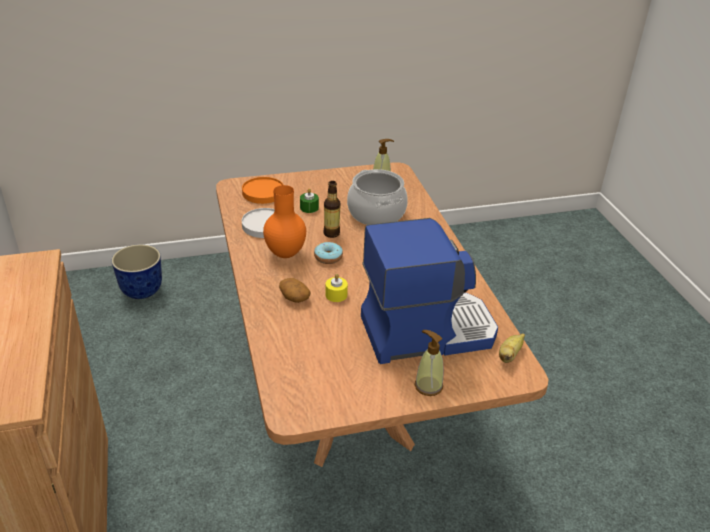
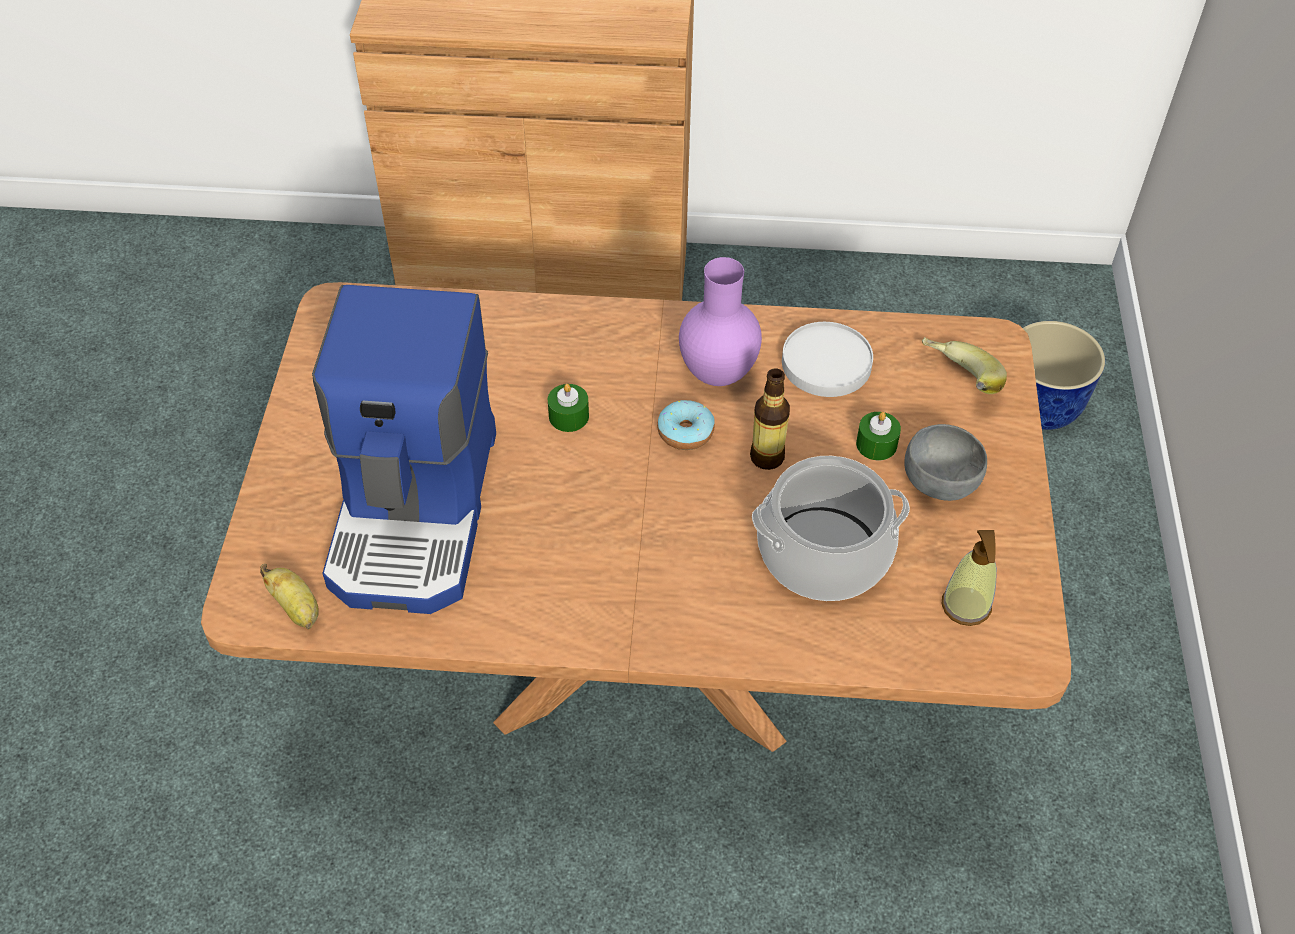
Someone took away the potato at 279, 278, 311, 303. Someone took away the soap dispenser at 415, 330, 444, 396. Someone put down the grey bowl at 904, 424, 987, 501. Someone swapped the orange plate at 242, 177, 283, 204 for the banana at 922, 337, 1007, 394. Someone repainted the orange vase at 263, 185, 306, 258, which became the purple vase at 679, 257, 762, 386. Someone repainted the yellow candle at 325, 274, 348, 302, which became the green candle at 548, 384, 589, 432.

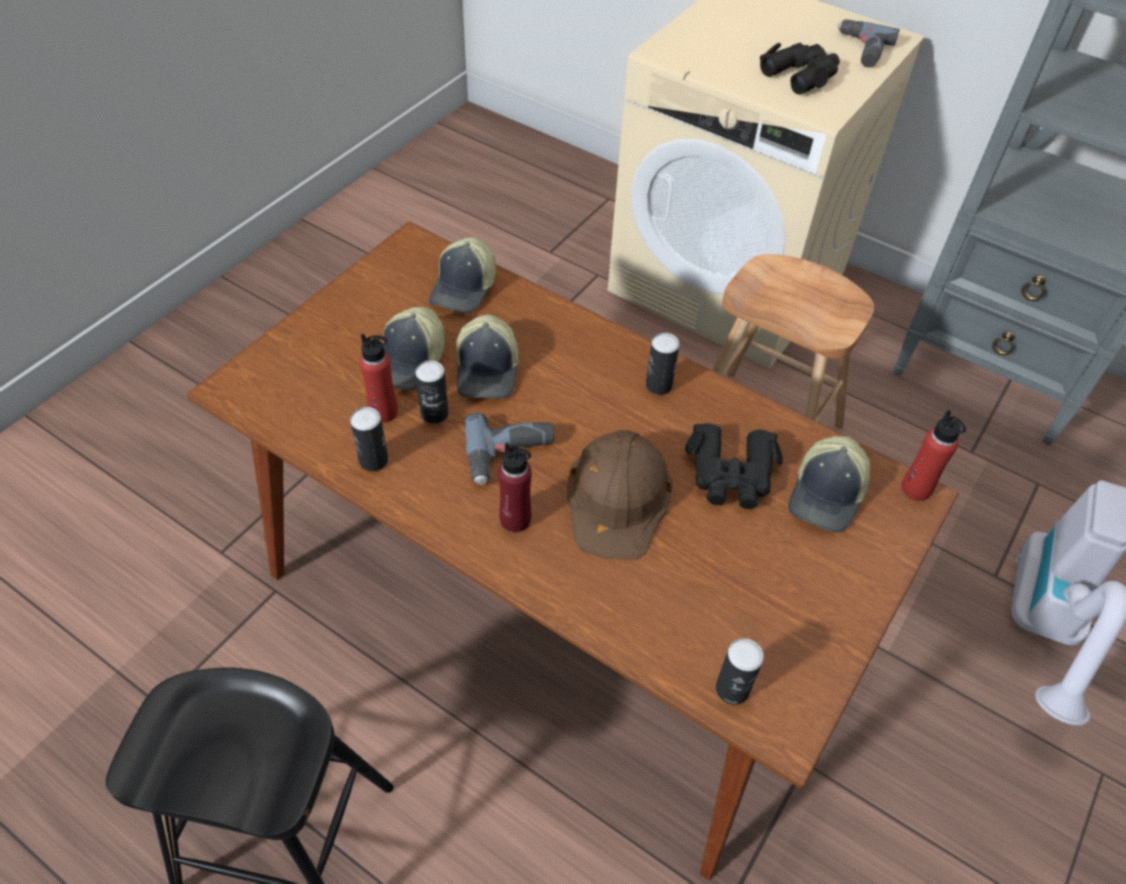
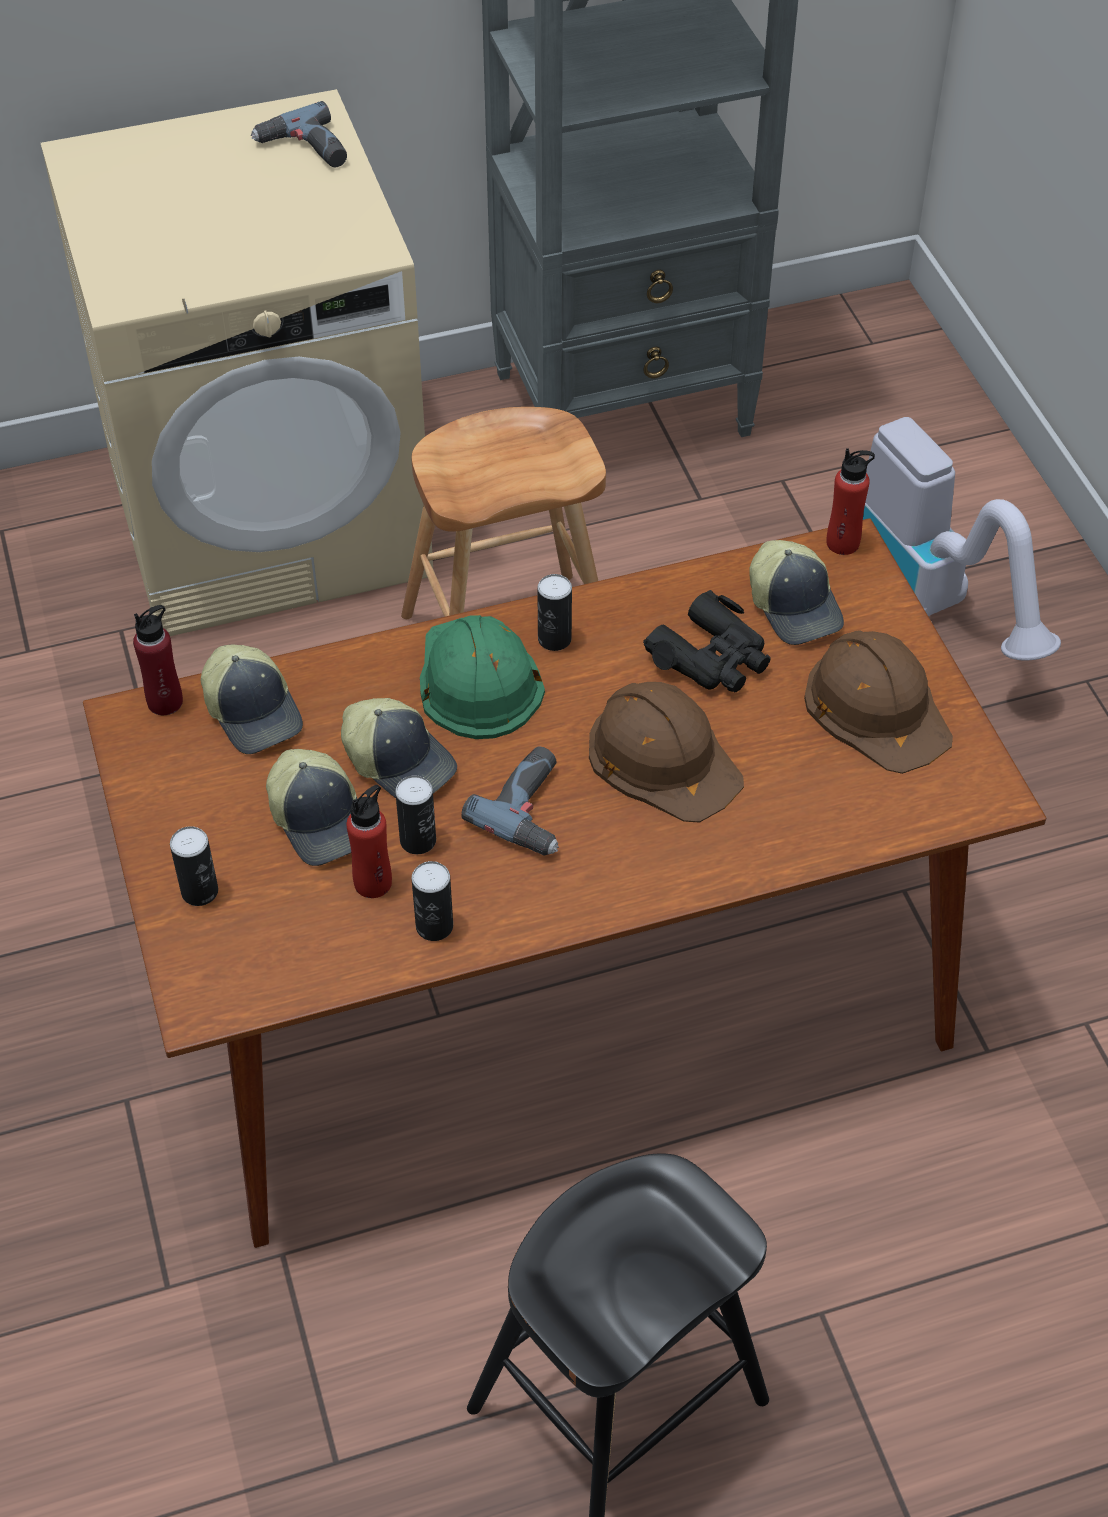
Someone took away the black binoculars at 760, 43, 840, 95. Someone put down the green hard hat at 420, 615, 545, 739. Someone put down the brown hard hat at 804, 630, 953, 774. Someone carried the red bottle from 498, 443, 532, 532 to 133, 605, 183, 715. Someone carried the can from 716, 638, 764, 705 to 170, 826, 218, 906.

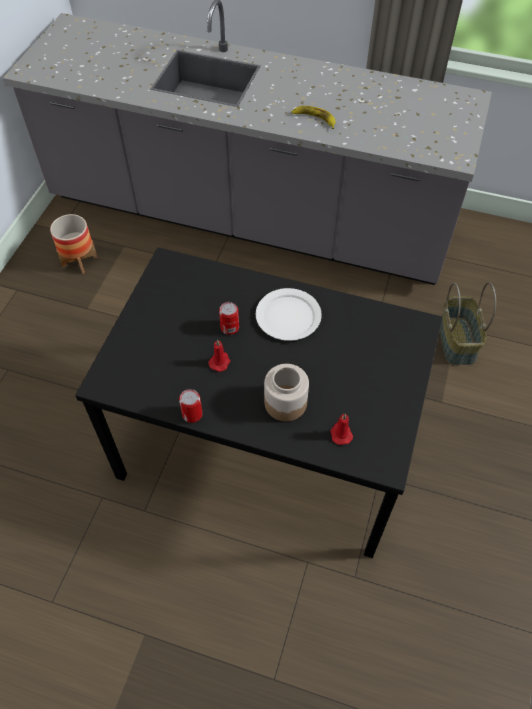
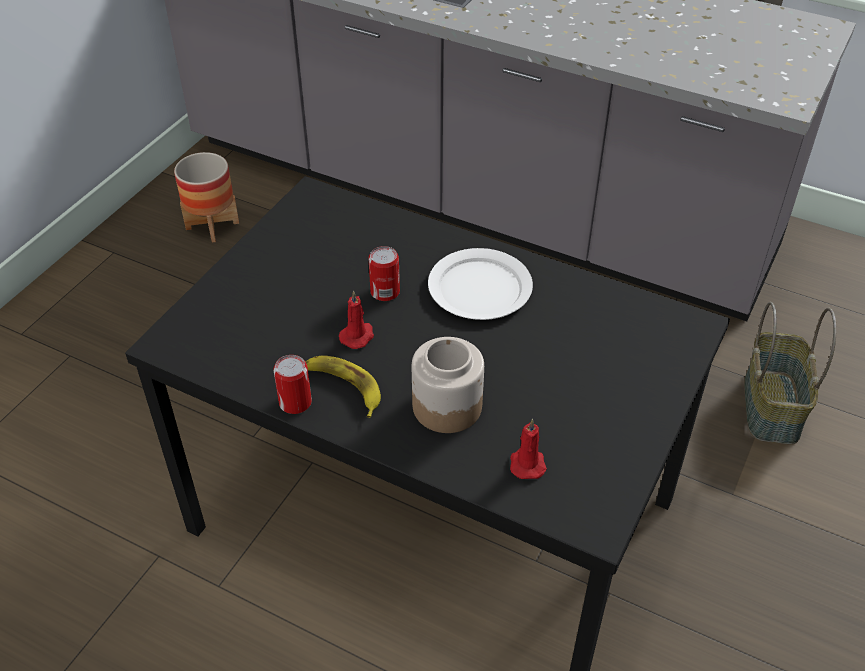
Someone carried the banana from 291, 106, 336, 129 to 305, 355, 381, 418.

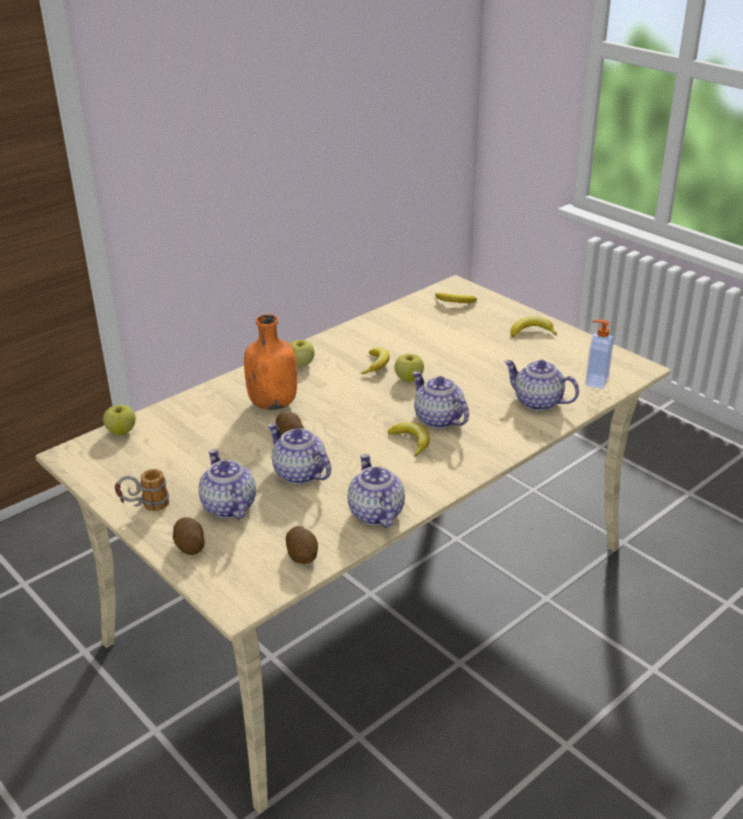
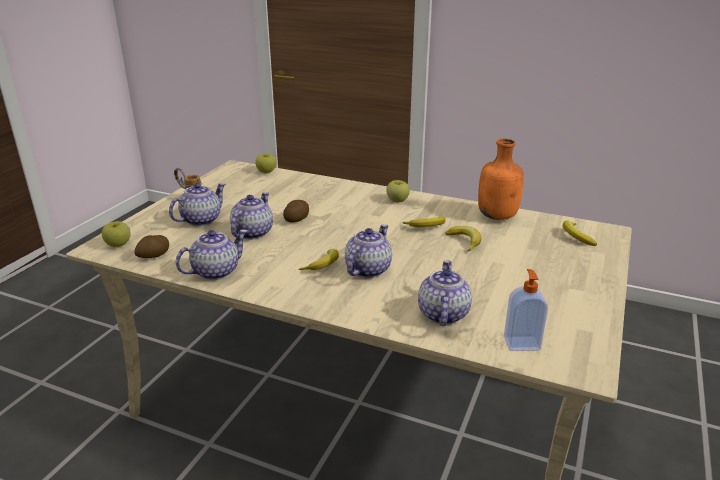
Someone took away the potato at 173, 517, 205, 555. Someone carried the orange bottle from 244, 314, 297, 410 to 478, 139, 524, 220. Someone carried the apple from 395, 354, 424, 382 to 102, 221, 131, 247. Someone carried the banana from 510, 316, 557, 337 to 446, 226, 481, 252.

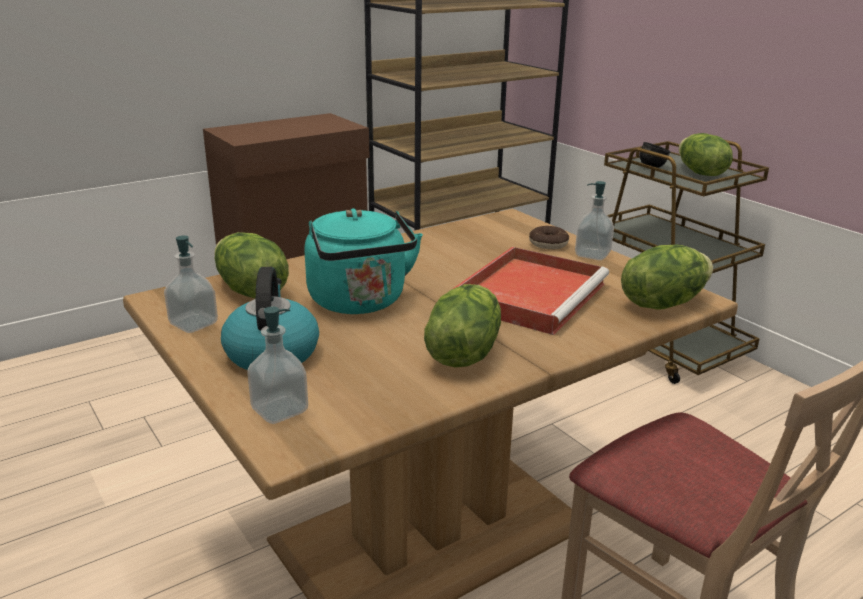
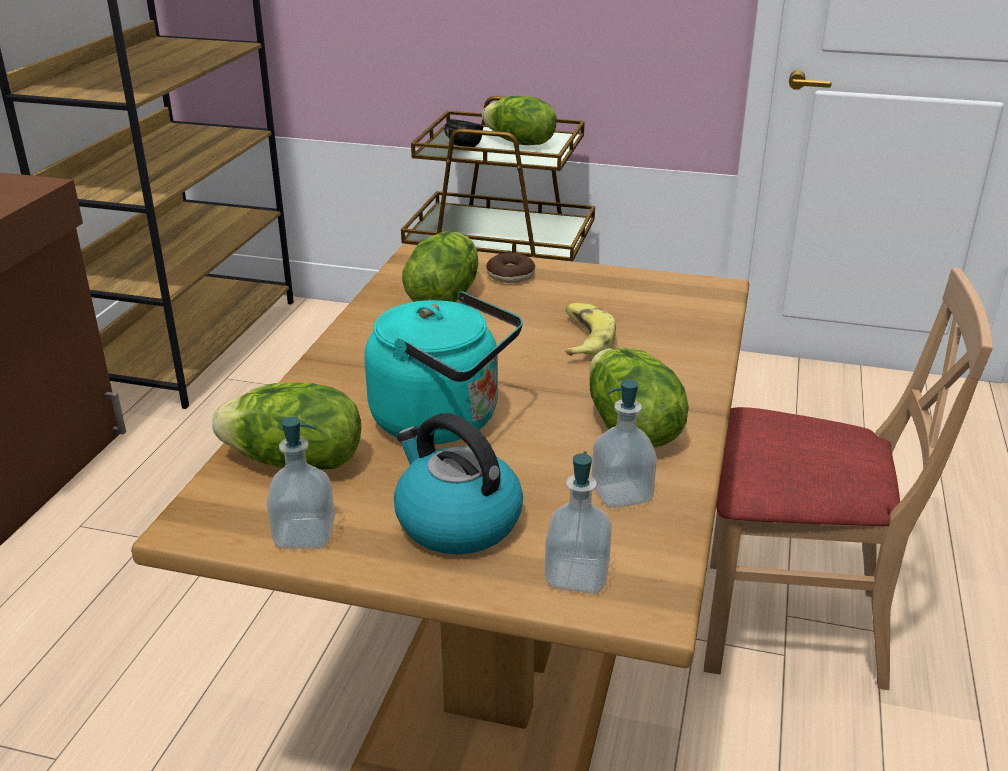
Someone carried the soap dispenser from 575, 181, 614, 260 to 592, 380, 657, 508. Someone carried the lettuce from 621, 245, 713, 310 to 402, 232, 478, 302. Someone swapped the red tray at 453, 247, 609, 335 for the banana at 565, 303, 616, 356.

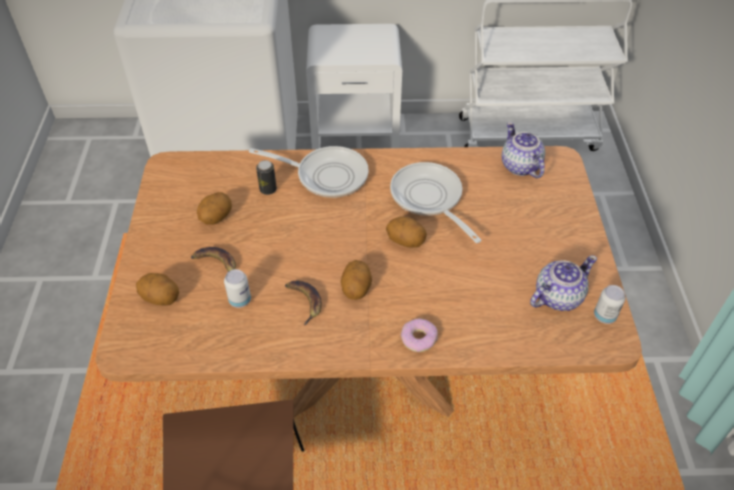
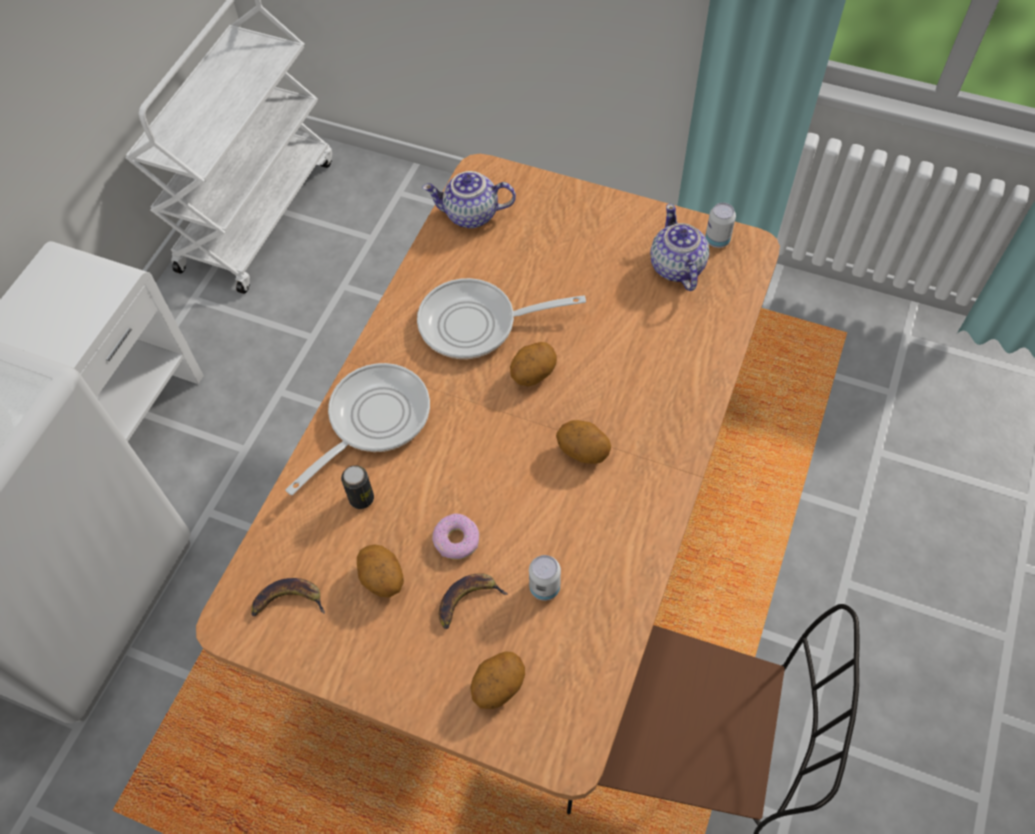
Someone carried the banana from 285, 281, 322, 325 to 251, 578, 325, 616. Someone carried the donut from 401, 319, 438, 352 to 432, 513, 479, 560.

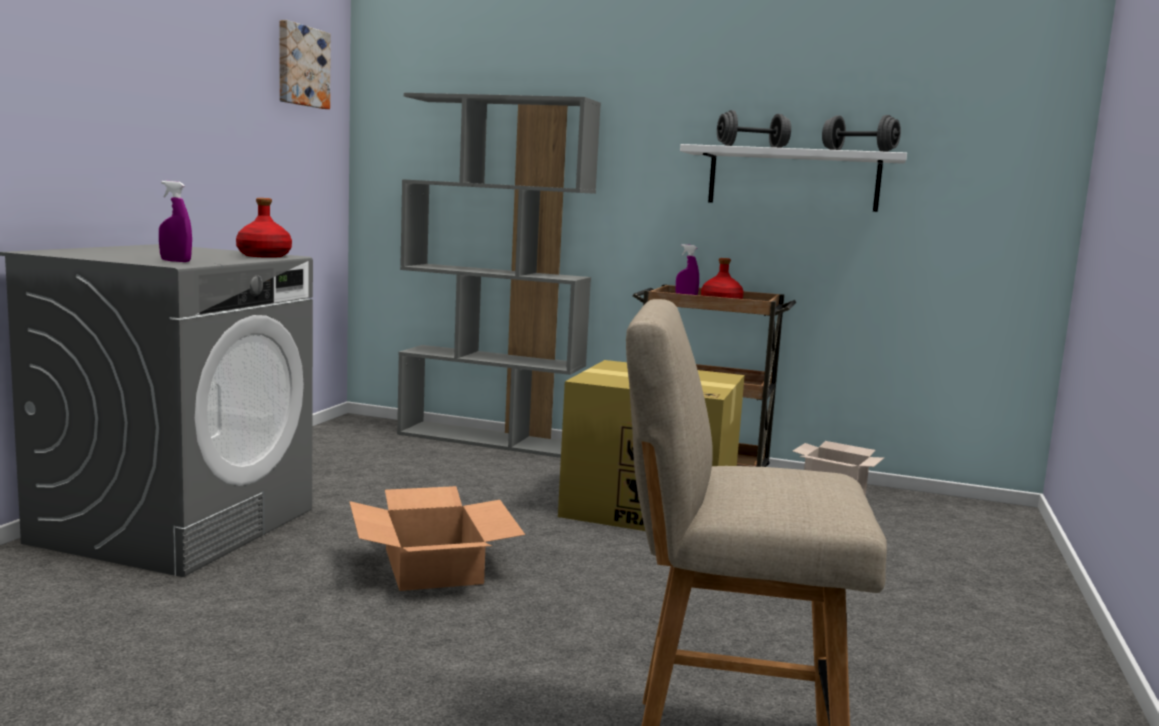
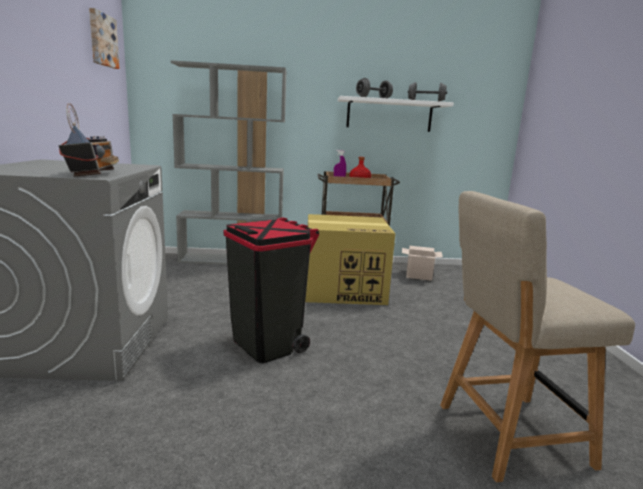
Someone took away the red bottle at 236, 198, 292, 258. Someone swapped the purple spray bottle at 159, 181, 192, 262 for the radio at 59, 103, 119, 176. Someone swapped the cardboard box at 349, 486, 525, 591 for the black trash can at 223, 217, 319, 363.

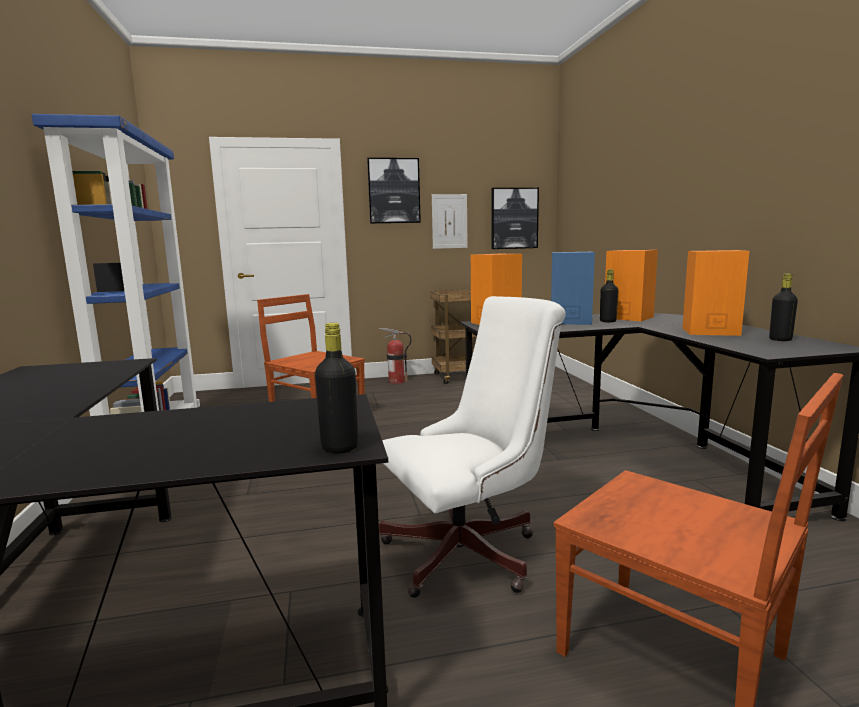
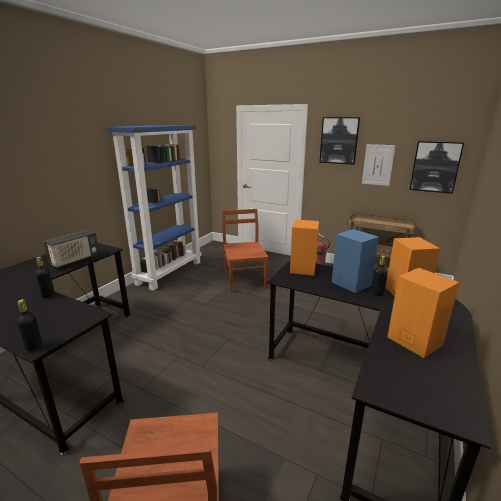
Someone took away the white office chair at 379, 296, 566, 598. Someone put down the radio at 44, 230, 99, 268. Someone carried the black bottle from 769, 274, 798, 341 to 35, 257, 55, 298.

